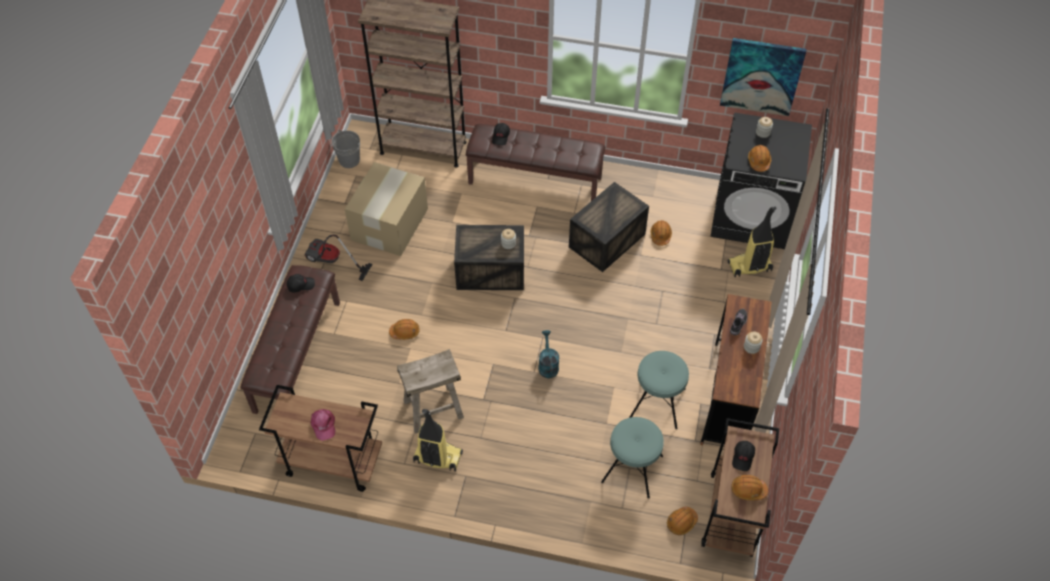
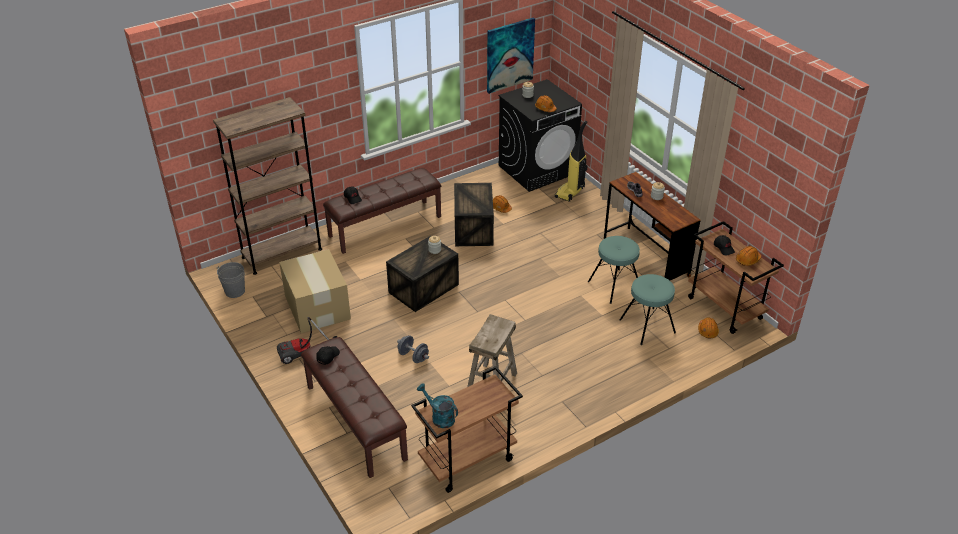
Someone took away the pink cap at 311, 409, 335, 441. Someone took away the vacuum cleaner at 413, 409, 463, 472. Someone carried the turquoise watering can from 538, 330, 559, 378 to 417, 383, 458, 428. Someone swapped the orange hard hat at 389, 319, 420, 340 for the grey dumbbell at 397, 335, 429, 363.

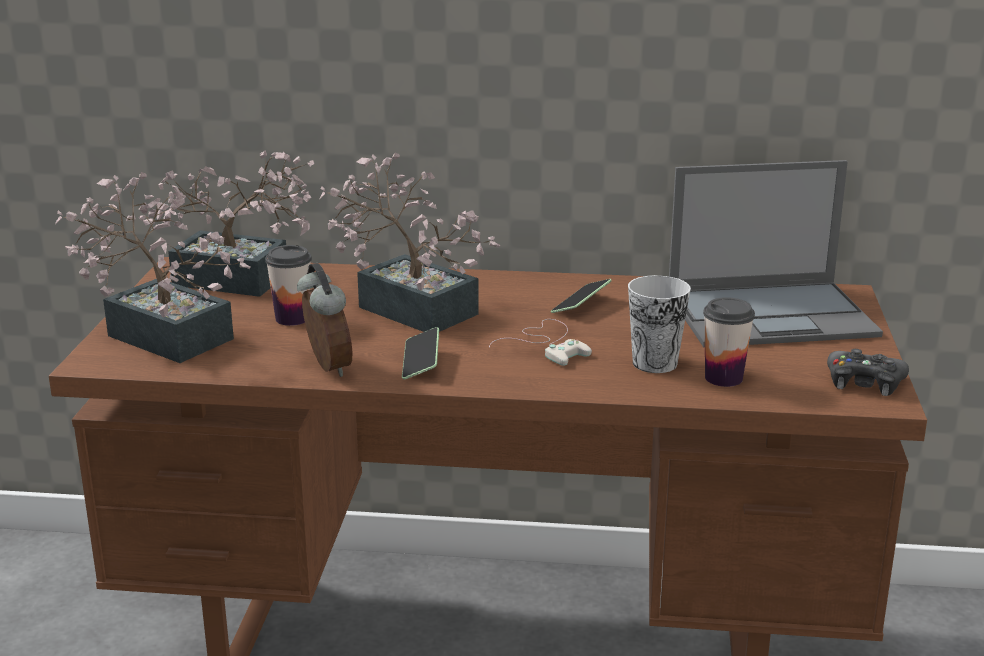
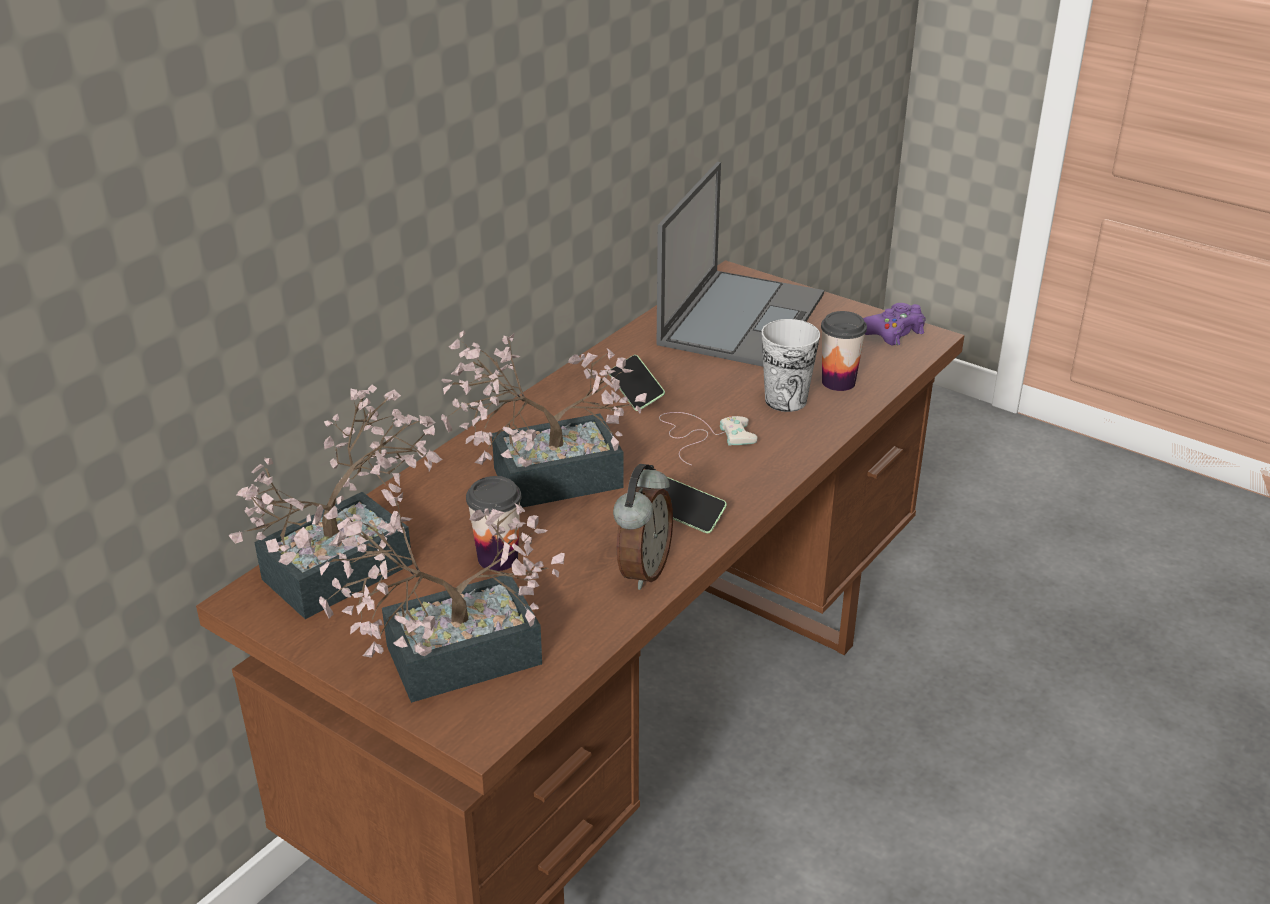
Someone repainted the black game controller at 827, 349, 909, 396, which became the purple game controller at 863, 303, 925, 346. Someone rotated the alarm clock at 297, 263, 353, 377 by 105 degrees clockwise.

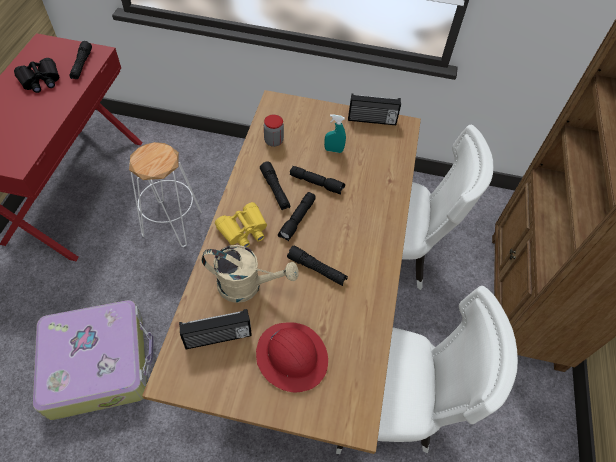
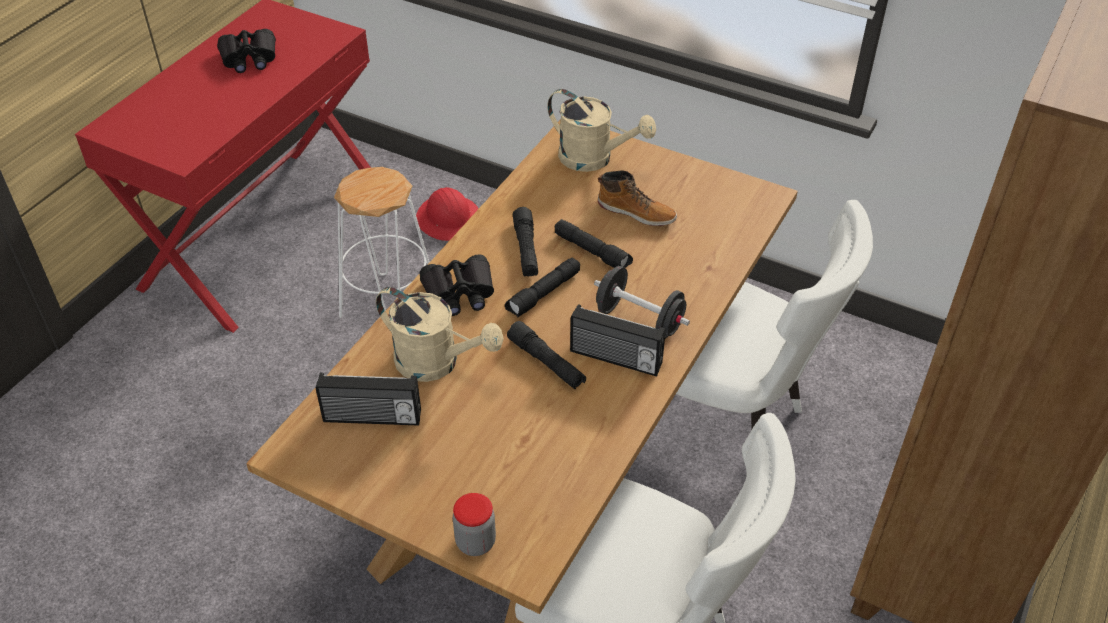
Someone took away the suitcase at 33, 300, 154, 420. Someone took away the black flashlight at 69, 41, 92, 79. Someone put down the beige watering can at 547, 89, 656, 172. Someone put down the black dumbbell at 594, 266, 690, 339. Someone carried the red hard hat from 256, 322, 328, 392 to 416, 187, 479, 241. Someone carried the jar from 264, 115, 284, 147 to 453, 493, 496, 556. Someone carried the radio from 348, 93, 401, 125 to 570, 304, 666, 376. Someone swapped the turquoise spray bottle at 324, 114, 346, 153 for the boot at 598, 170, 677, 226. Someone repainted the yellow binoculars at 215, 202, 267, 247, which became the black binoculars at 420, 255, 494, 316.

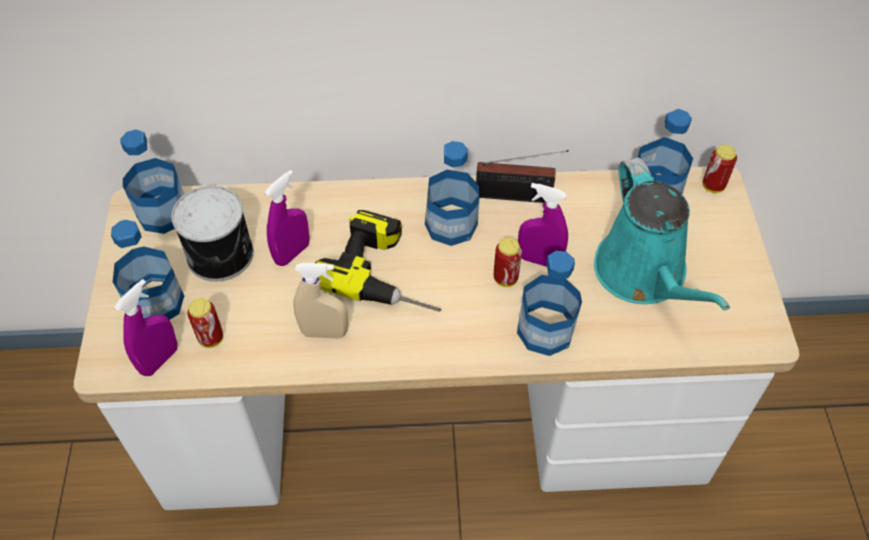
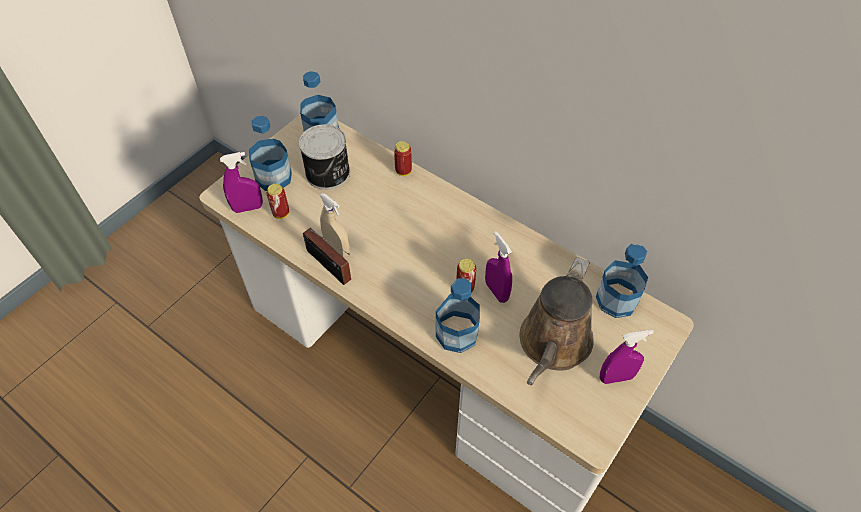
Someone took away the power drill at 315, 210, 441, 312. Someone took away the bottle at 425, 141, 479, 246. Someone carried the purple spray bottle from 264, 170, 310, 266 to 600, 330, 654, 384. Someone carried the radio from 476, 150, 569, 203 to 303, 228, 351, 285. Someone carried the can from 702, 145, 737, 193 to 394, 141, 412, 176. Someone repainted the turquoise watering can at 594, 158, 730, 310, which became the brown watering can at 520, 257, 594, 385.

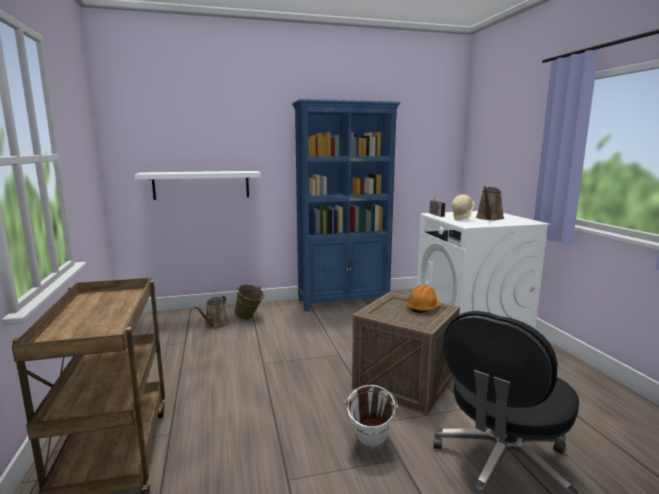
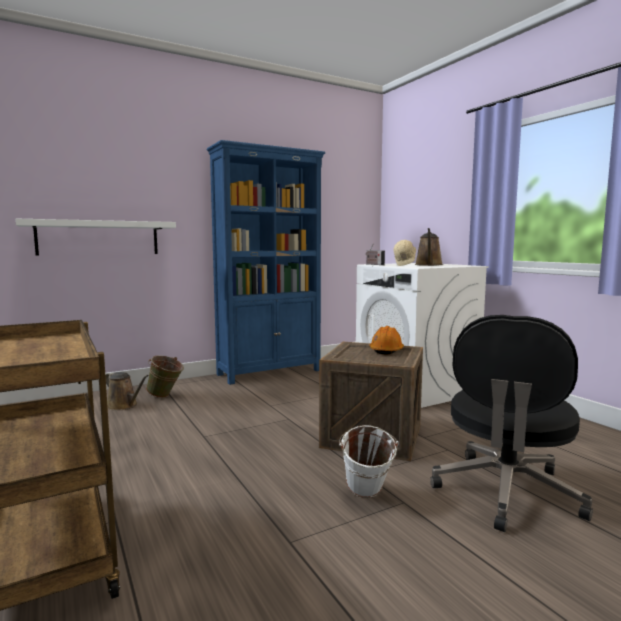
Someone rotated the brown watering can at 194, 296, 229, 329 by 60 degrees counterclockwise.

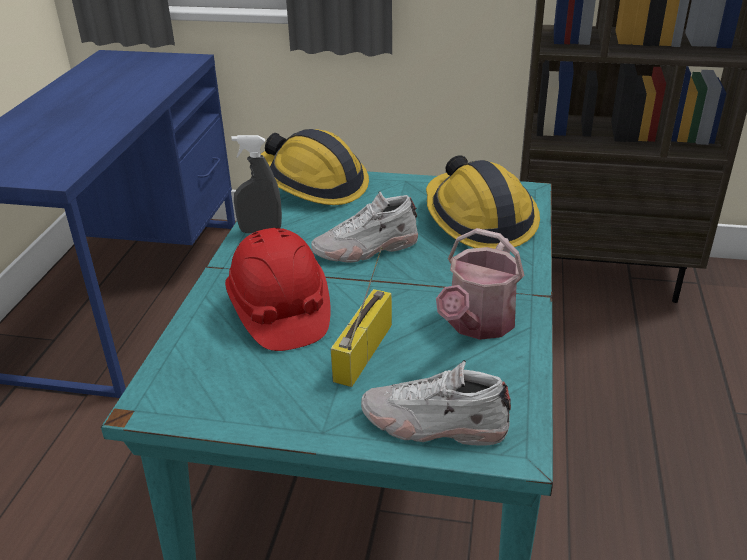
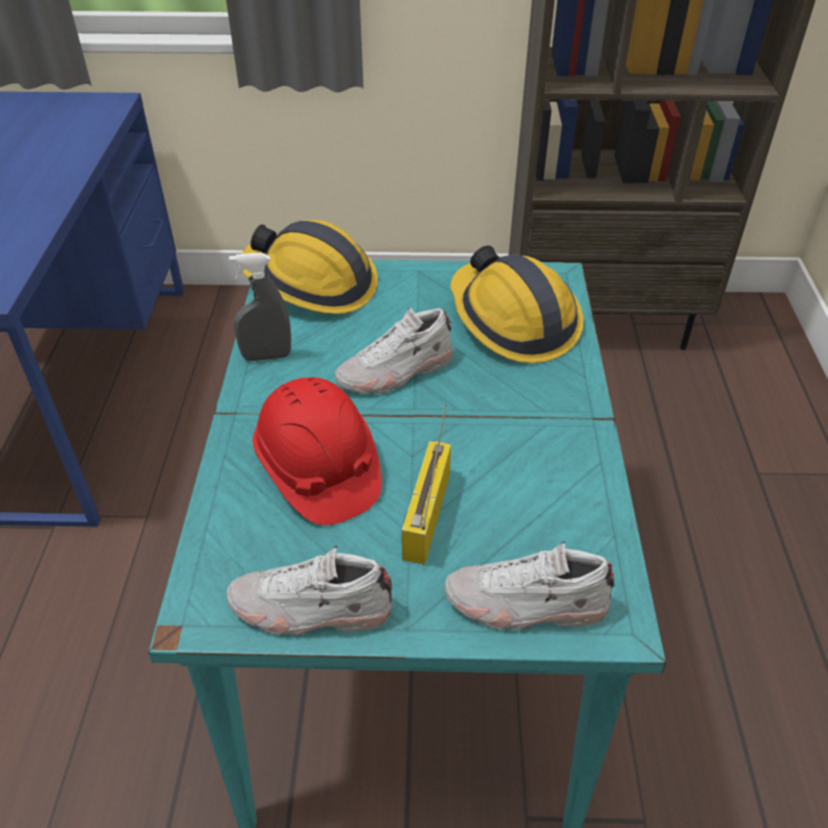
Someone took away the watering can at 436, 228, 524, 340. Someone put down the white shoe at 227, 546, 393, 635.

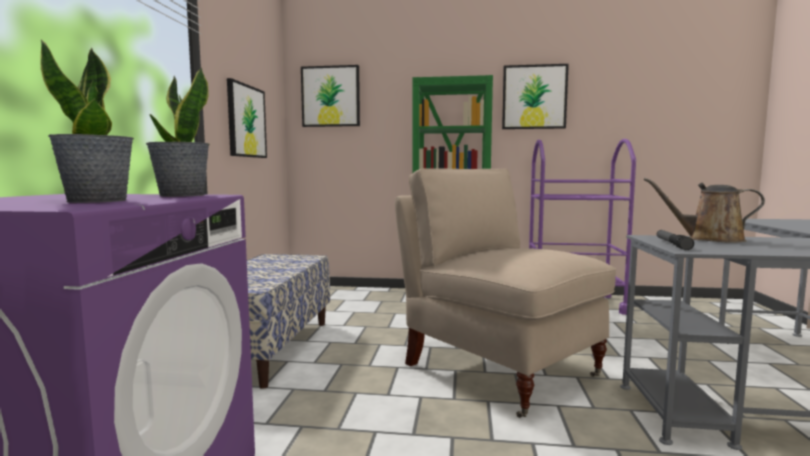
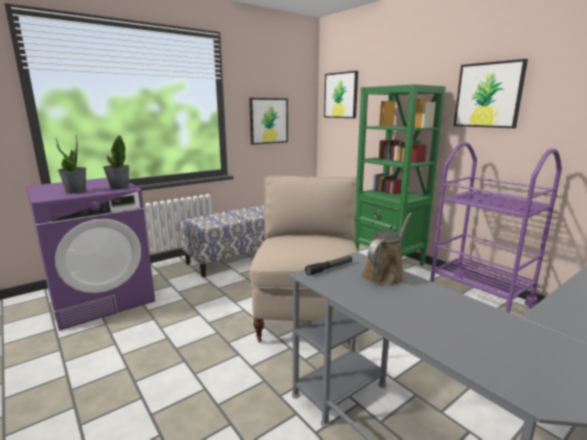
Someone rotated the brown watering can at 643, 178, 765, 243 by 60 degrees clockwise.

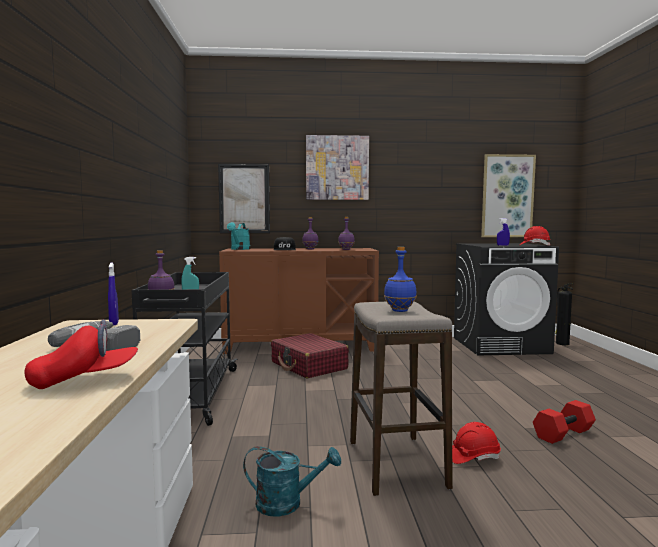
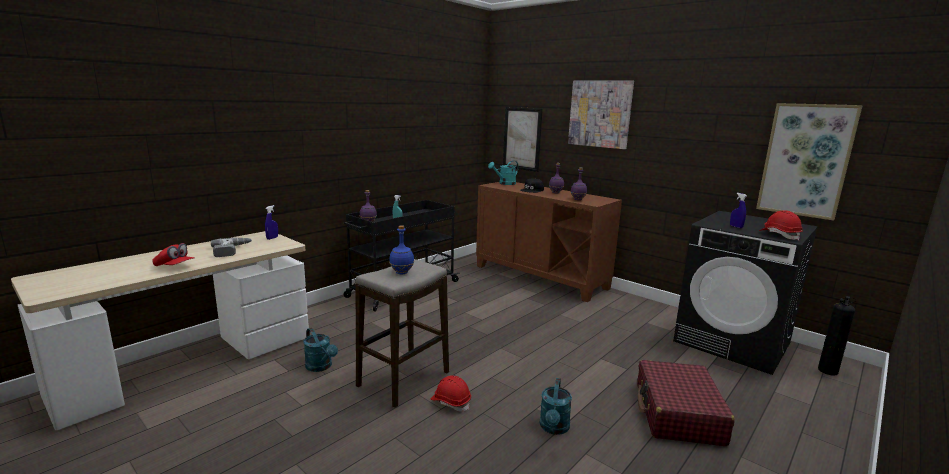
Someone carried the red suitcase from 271, 333, 349, 378 to 637, 360, 735, 446. Someone swapped the red dumbbell at 533, 400, 596, 444 for the turquoise watering can at 539, 378, 572, 435.

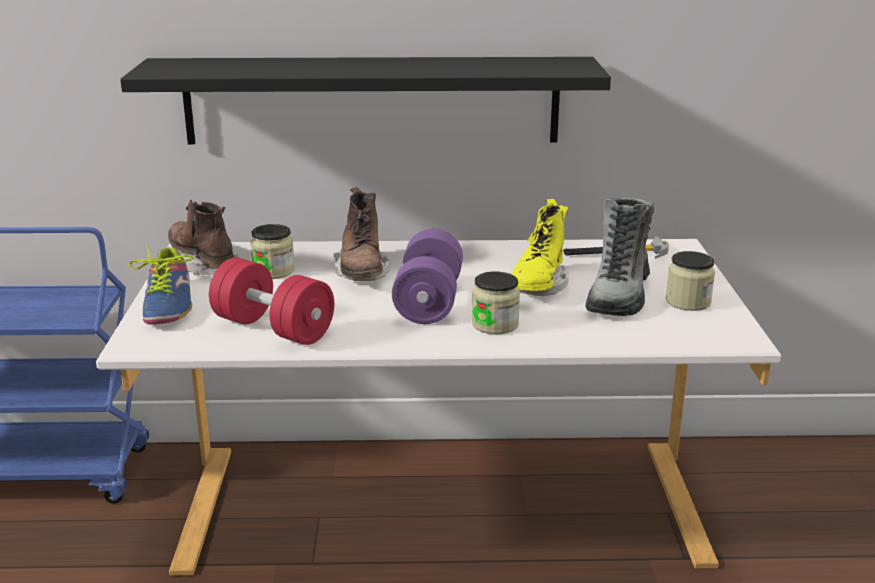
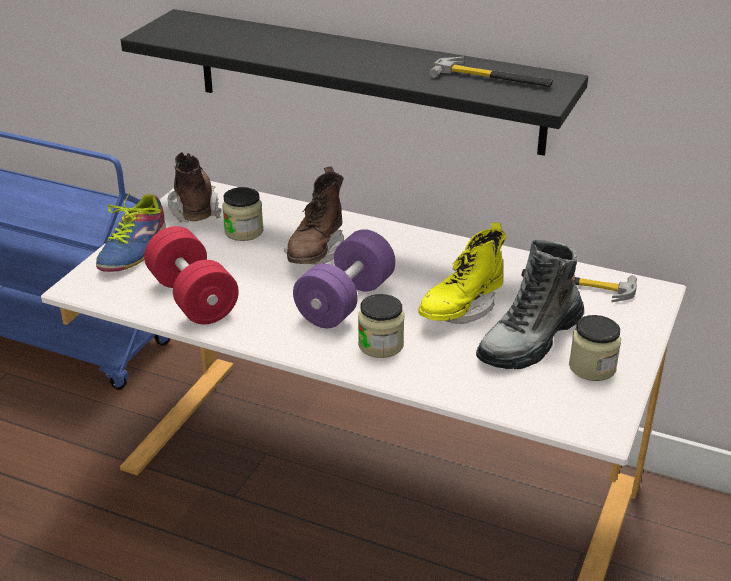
Someone put down the hammer at 429, 57, 553, 87.

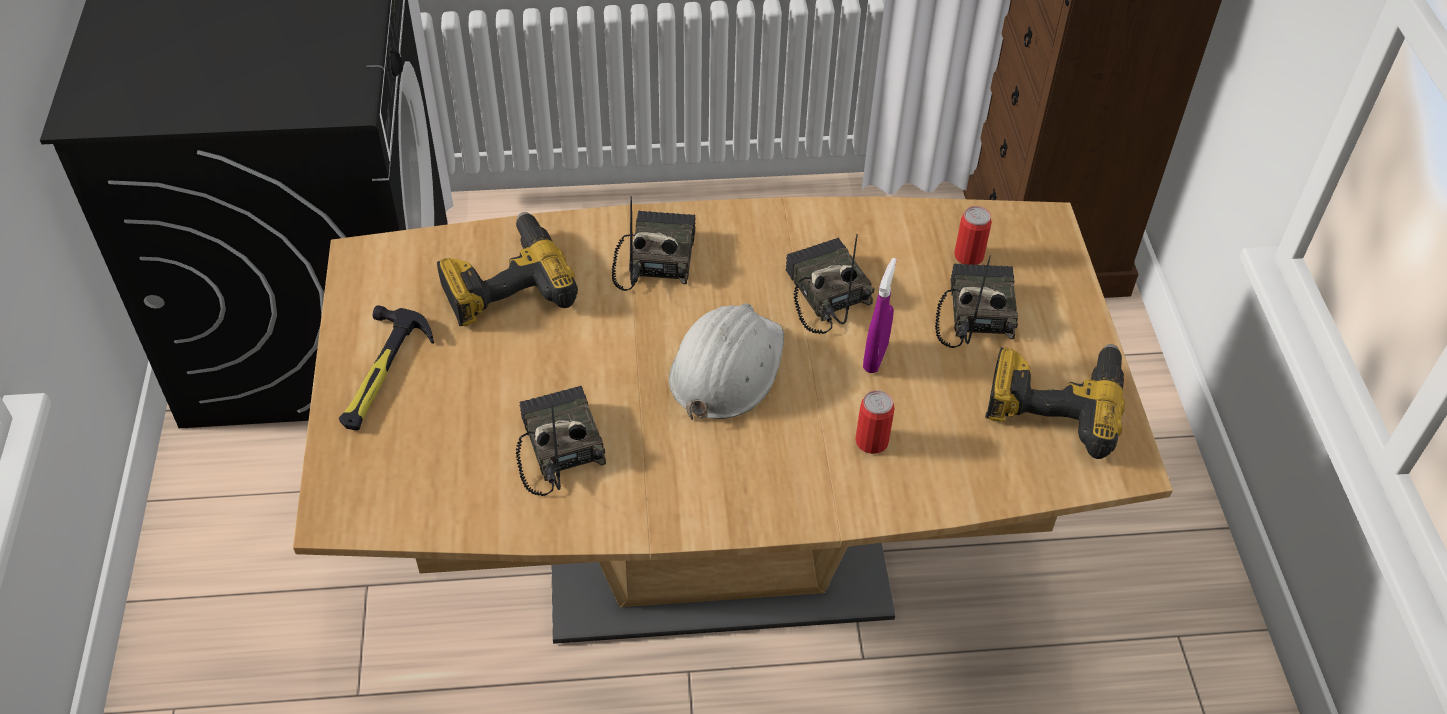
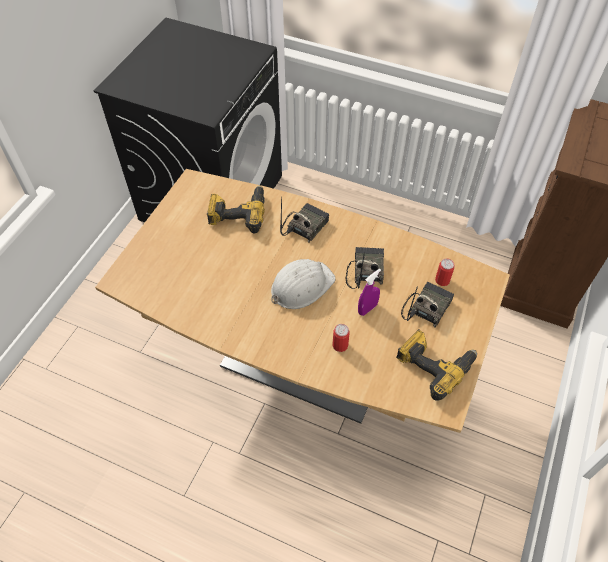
Someone took away the hammer at 339, 305, 434, 430. Someone took away the radio at 515, 386, 606, 496.

